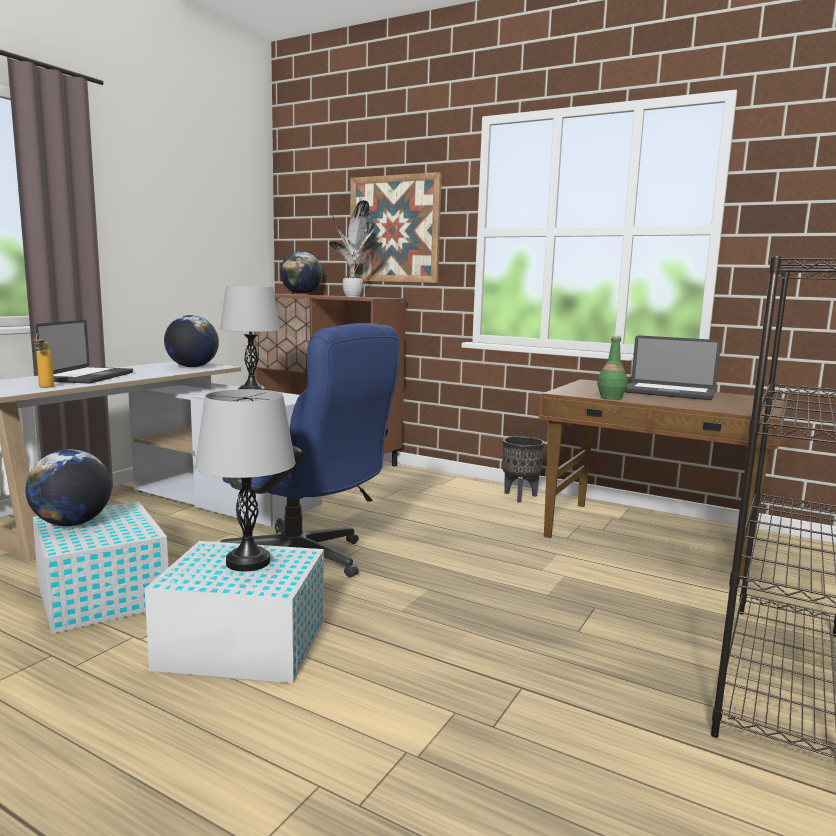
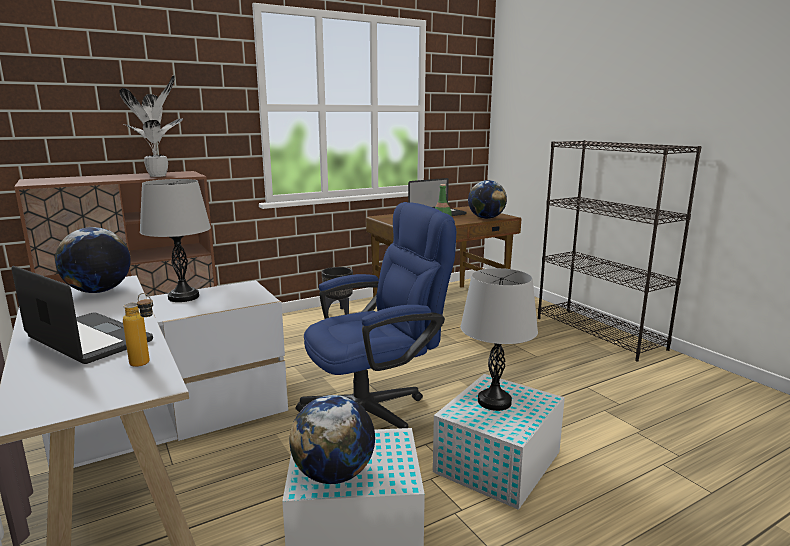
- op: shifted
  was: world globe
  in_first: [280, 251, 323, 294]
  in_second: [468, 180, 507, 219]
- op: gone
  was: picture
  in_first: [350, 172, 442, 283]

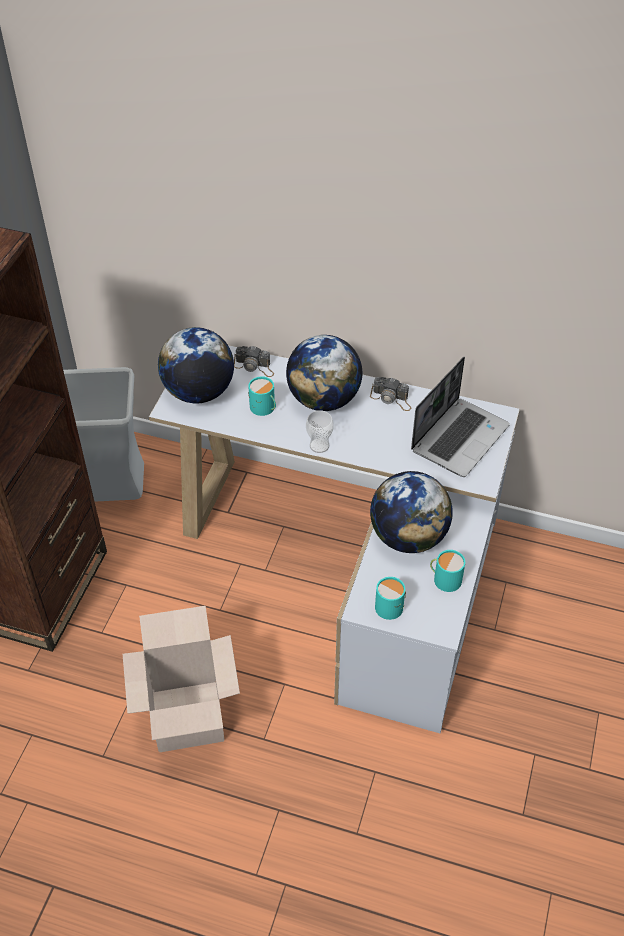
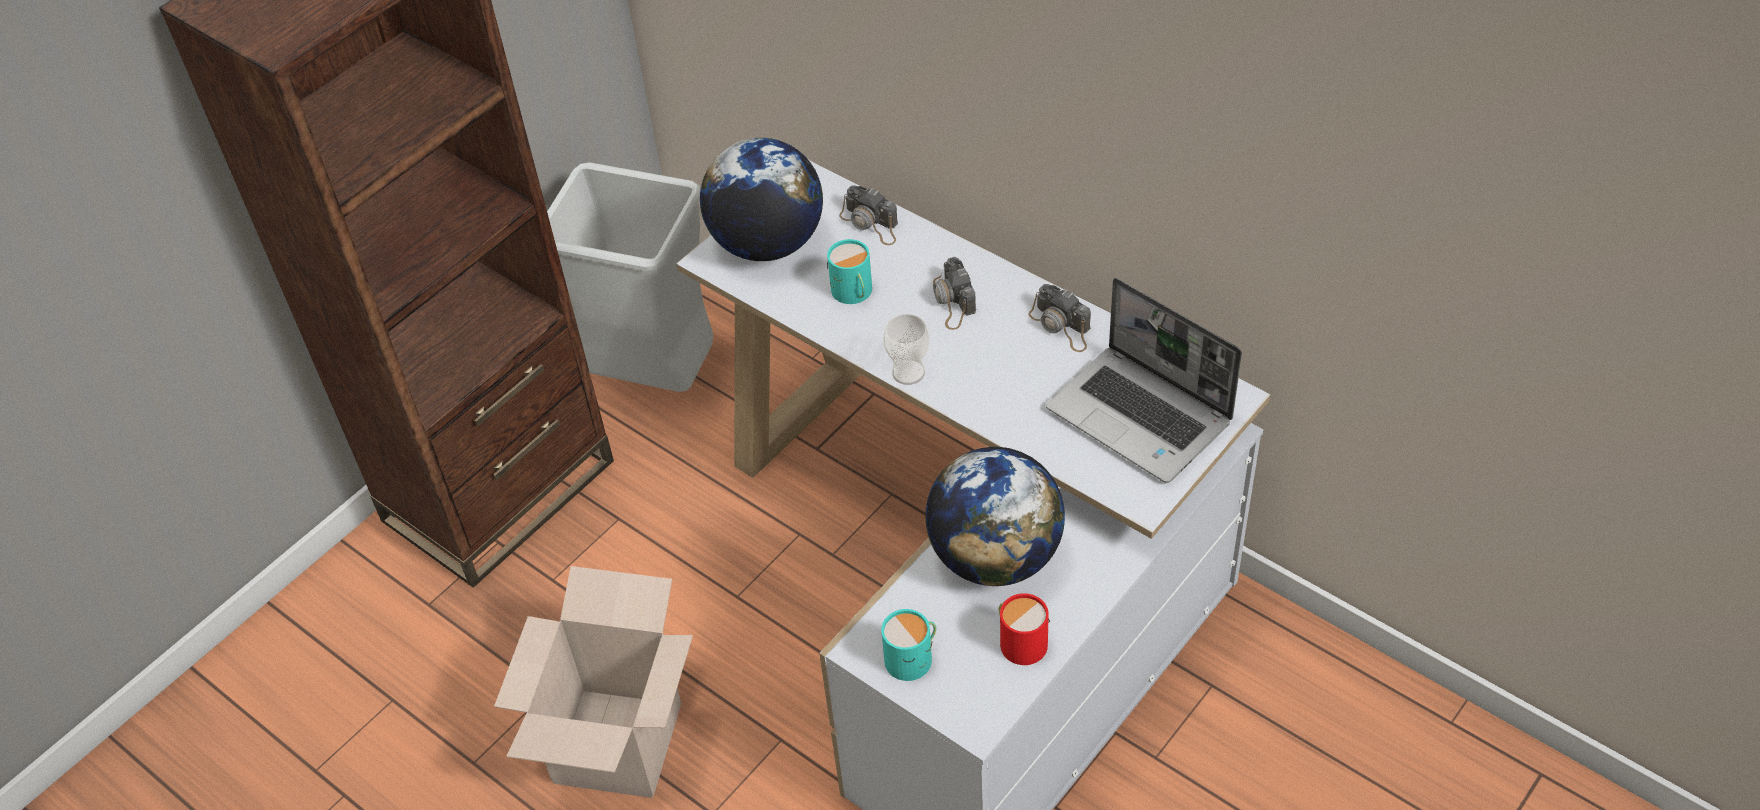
- op: swapped
  was: world globe
  now: photo camera
  in_first: [286, 335, 362, 411]
  in_second: [933, 257, 976, 330]
- op: repainted
  was: blue-green mug
  now: red mug
  in_first: [430, 550, 465, 592]
  in_second: [999, 593, 1050, 665]
- op: rotated
  was: portable computer
  in_first: [411, 357, 510, 477]
  in_second: [1046, 278, 1242, 483]
  clockwise: 75

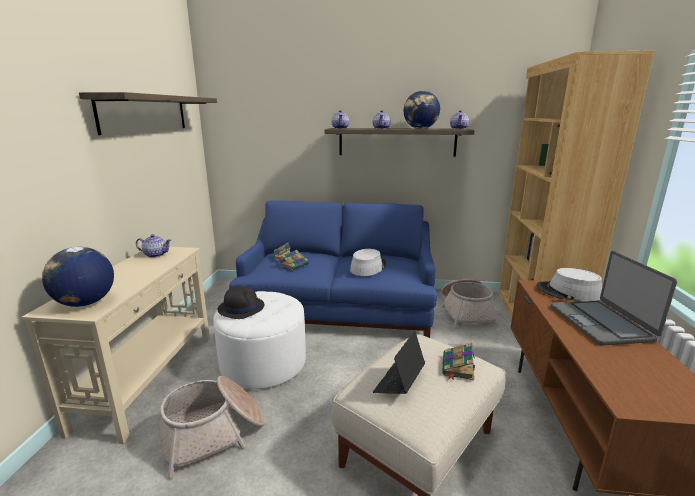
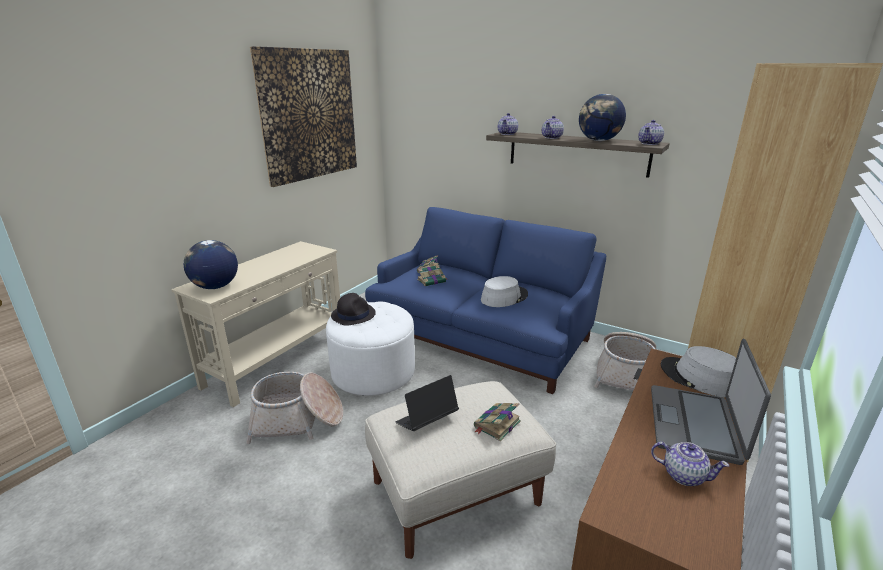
- op: swapped
  was: bracket shelf
  now: picture
  in_first: [79, 92, 217, 135]
  in_second: [250, 46, 357, 187]
- op: shifted
  was: teapot
  in_first: [136, 234, 171, 258]
  in_second: [651, 442, 729, 486]

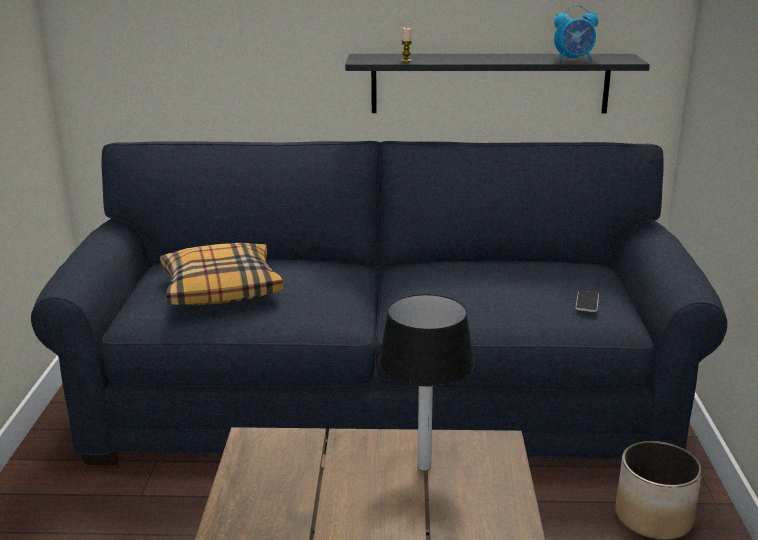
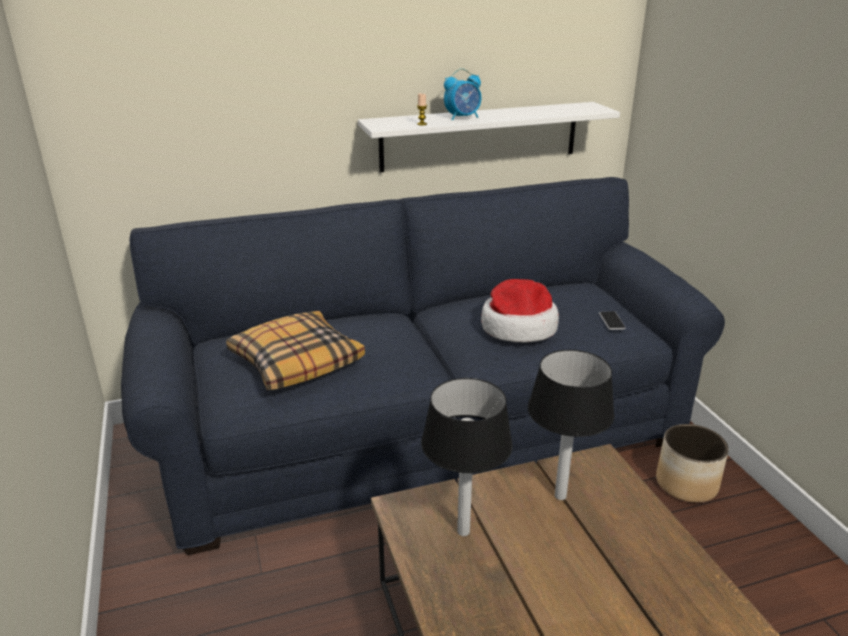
- op: repainted
  was: black bracket shelf
  now: whitish bracket shelf
  in_first: [345, 54, 650, 113]
  in_second: [358, 102, 620, 172]
- op: new
  now: table lamp
  in_second: [421, 378, 513, 536]
- op: shifted
  was: table clock
  in_first: [554, 5, 598, 61]
  in_second: [444, 69, 481, 121]
- op: new
  now: hat
  in_second: [481, 279, 559, 342]

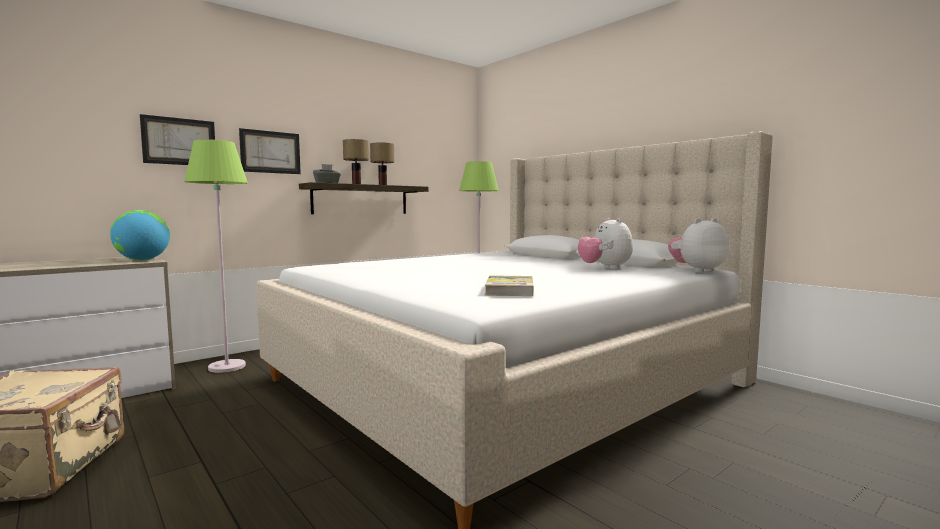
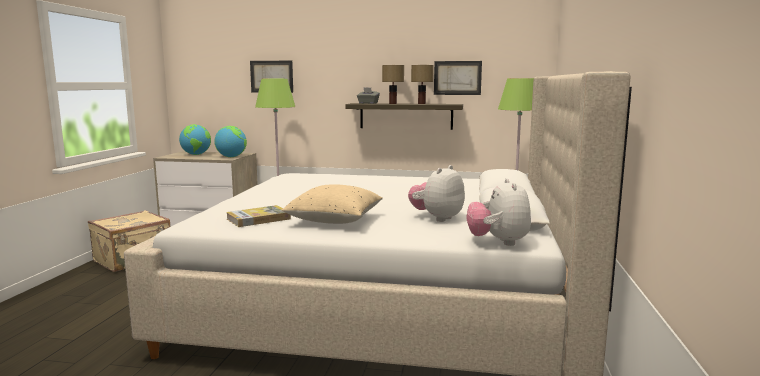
- op: new
  now: world globe
  in_second: [179, 124, 211, 155]
- op: new
  now: beige pillow
  in_second: [282, 184, 383, 224]
- op: shifted
  was: picture
  in_first: [239, 128, 301, 174]
  in_second: [434, 61, 482, 95]
- op: rotated
  was: plush toy
  in_first: [668, 218, 729, 273]
  in_second: [466, 178, 531, 246]
  clockwise: -120

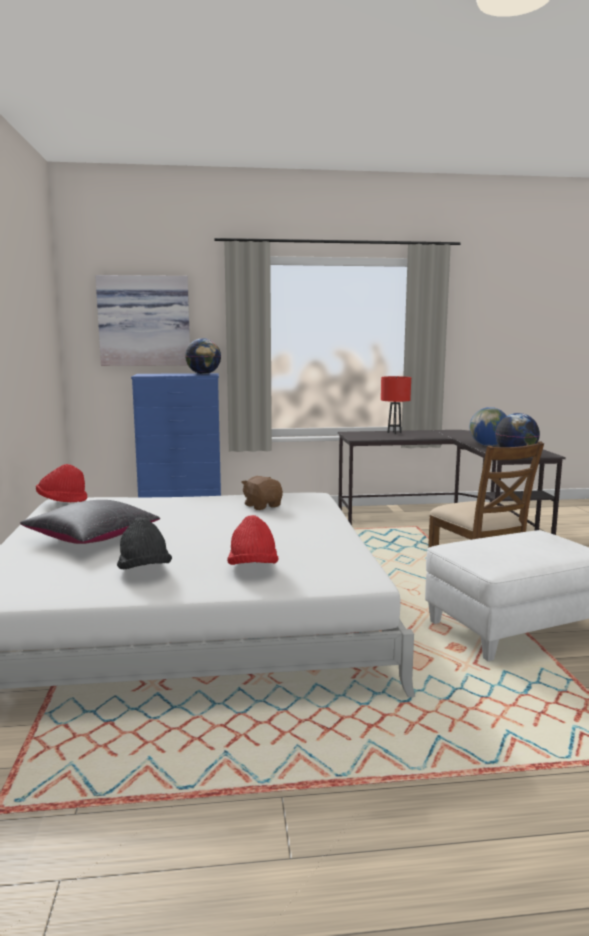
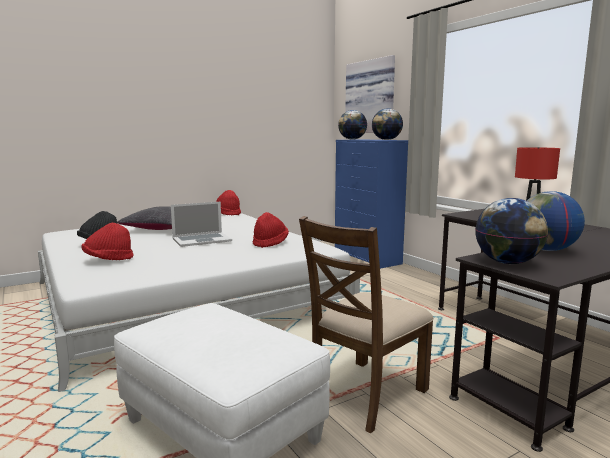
- op: new
  now: portable computer
  in_second: [171, 201, 232, 247]
- op: swapped
  was: brownish plush toy
  now: red hat
  in_first: [241, 476, 283, 510]
  in_second: [253, 212, 289, 248]
- op: new
  now: world globe
  in_second: [338, 110, 367, 140]

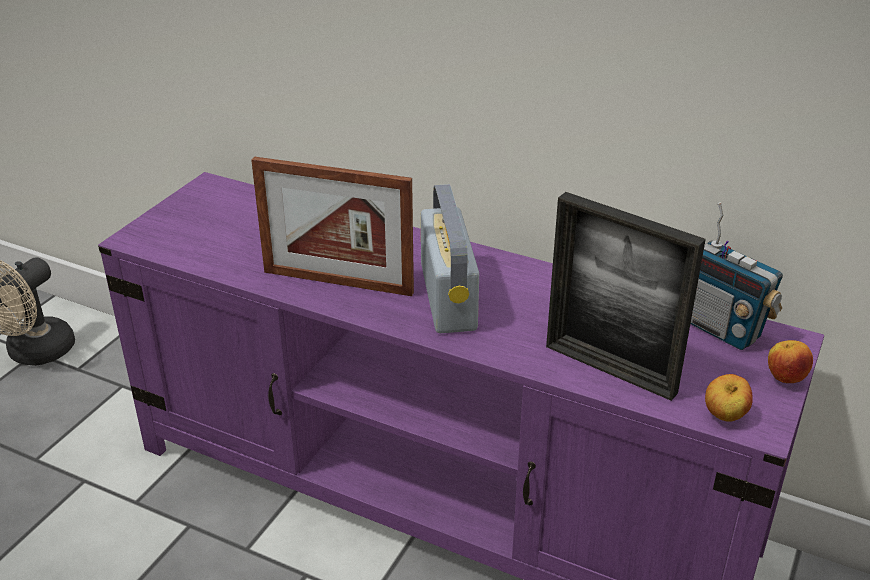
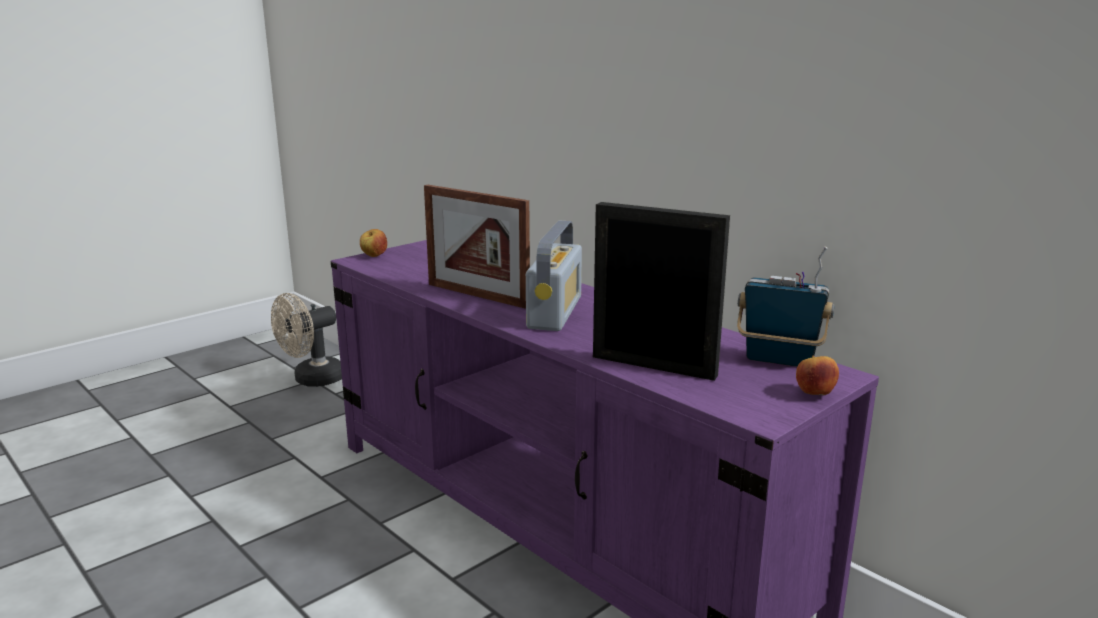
- op: shifted
  was: apple fruit
  in_first: [705, 374, 753, 422]
  in_second: [360, 229, 387, 257]
- op: rotated
  was: photo frame
  in_first: [546, 192, 706, 401]
  in_second: [593, 202, 730, 381]
  clockwise: 150
- op: rotated
  was: radio receiver
  in_first: [691, 202, 783, 350]
  in_second: [737, 246, 835, 367]
  clockwise: 135

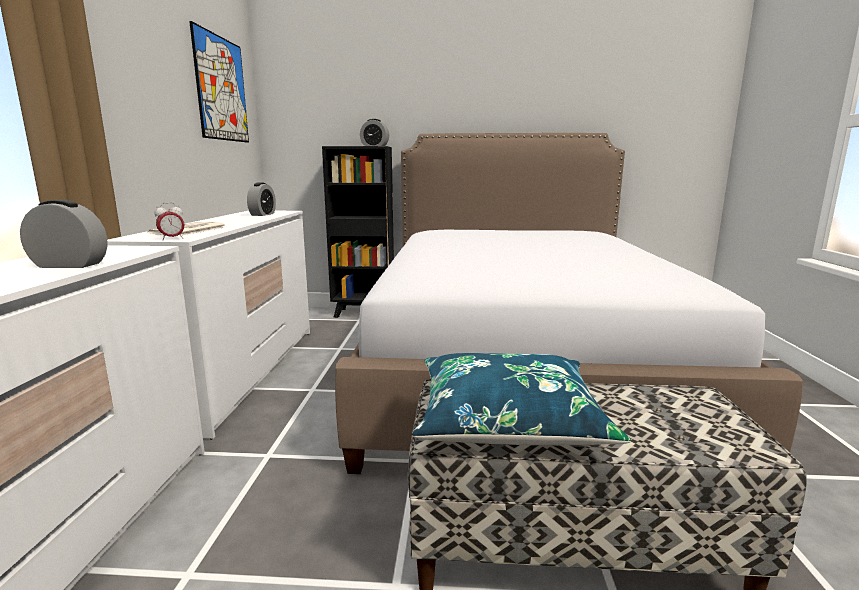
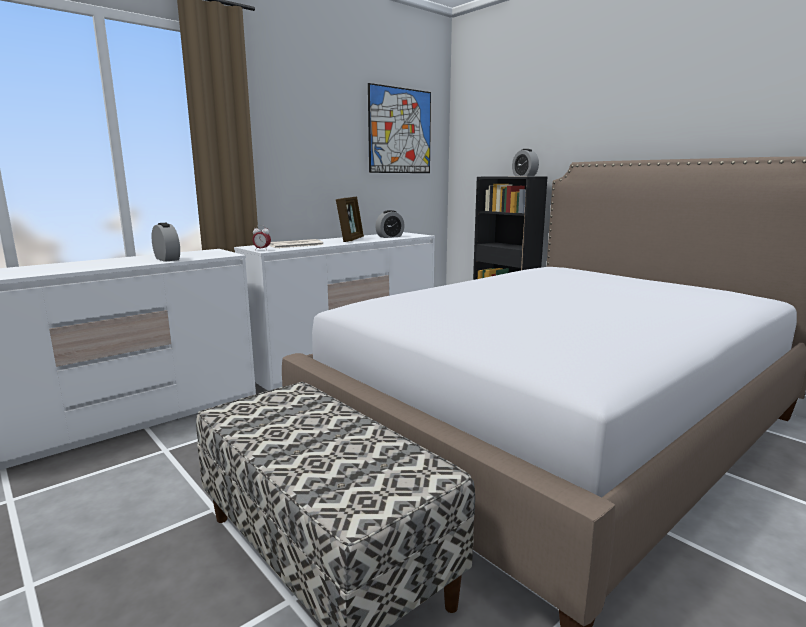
- op: new
  now: photo frame
  in_second: [336, 196, 364, 242]
- op: gone
  was: blue-coloured pillow
  in_first: [412, 353, 631, 445]

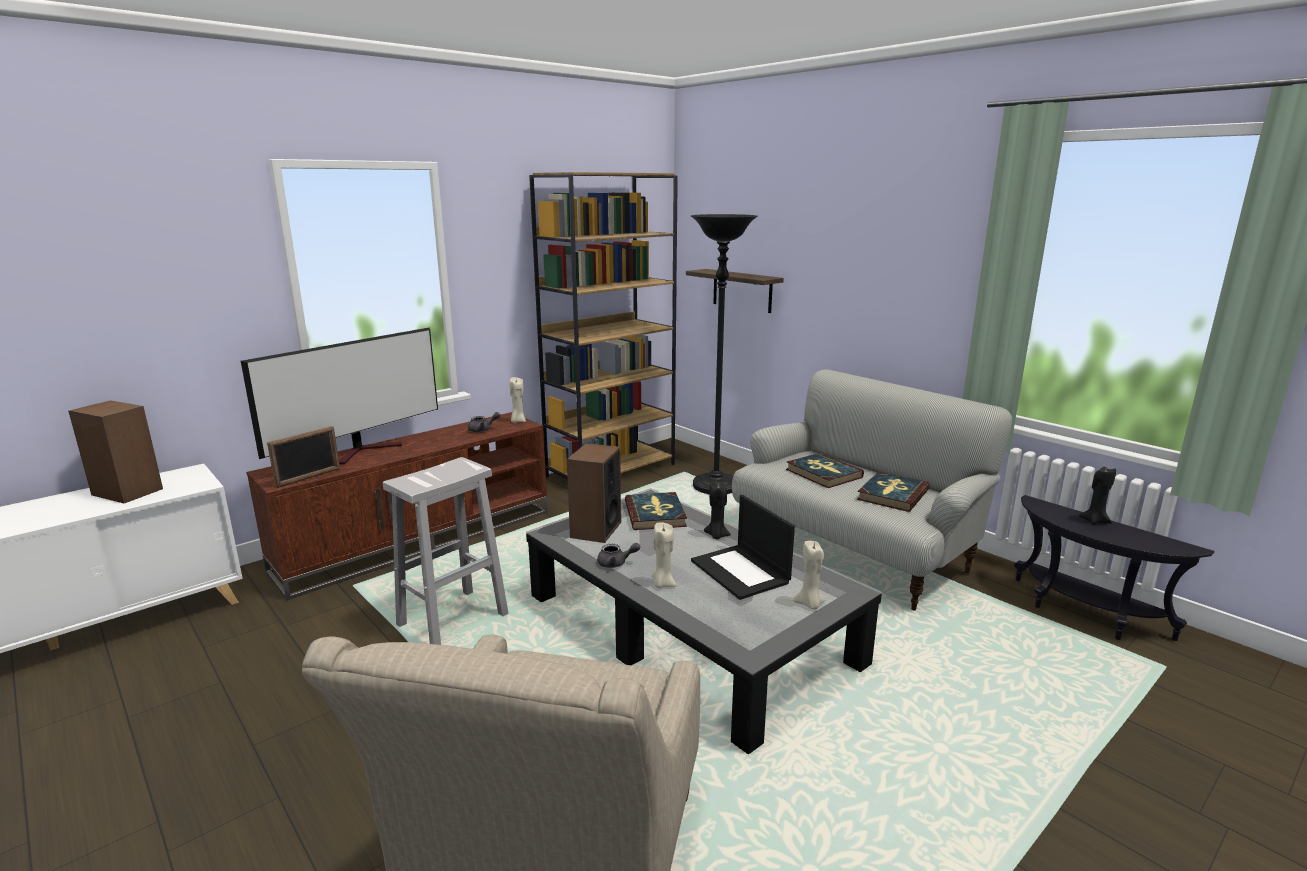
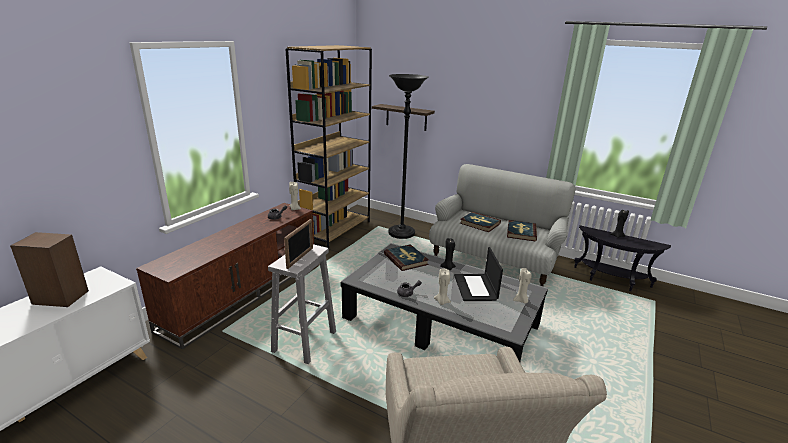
- op: shifted
  was: photo frame
  in_first: [267, 426, 340, 488]
  in_second: [284, 219, 313, 269]
- op: rotated
  was: portable computer
  in_first: [691, 495, 795, 600]
  in_second: [454, 247, 503, 301]
  clockwise: 45
- op: gone
  was: TV
  in_first: [241, 327, 438, 464]
- op: gone
  was: audio speaker
  in_first: [567, 443, 621, 543]

